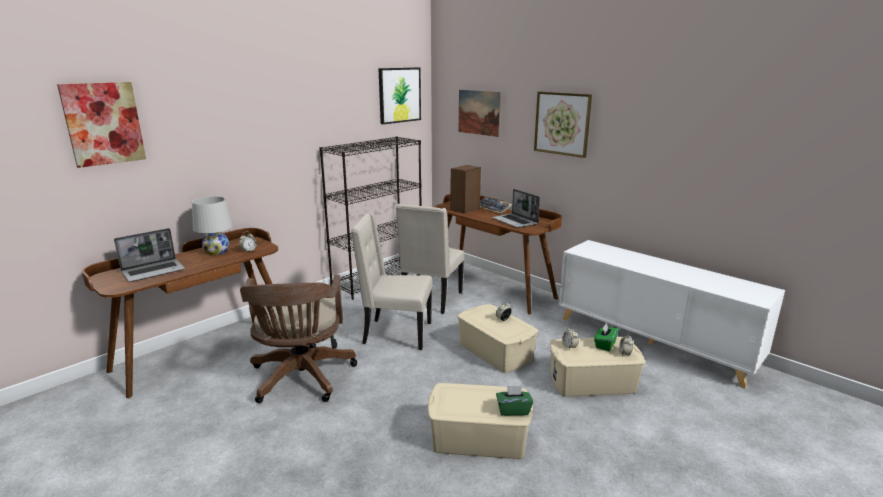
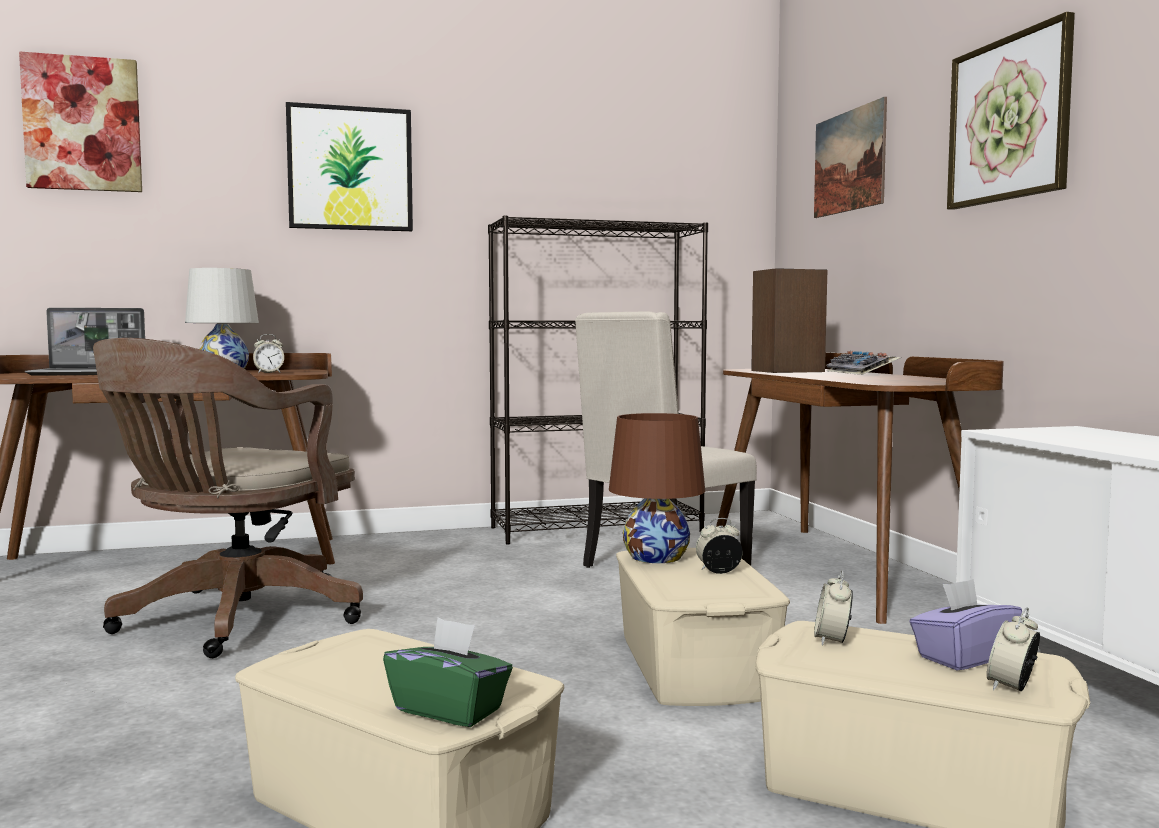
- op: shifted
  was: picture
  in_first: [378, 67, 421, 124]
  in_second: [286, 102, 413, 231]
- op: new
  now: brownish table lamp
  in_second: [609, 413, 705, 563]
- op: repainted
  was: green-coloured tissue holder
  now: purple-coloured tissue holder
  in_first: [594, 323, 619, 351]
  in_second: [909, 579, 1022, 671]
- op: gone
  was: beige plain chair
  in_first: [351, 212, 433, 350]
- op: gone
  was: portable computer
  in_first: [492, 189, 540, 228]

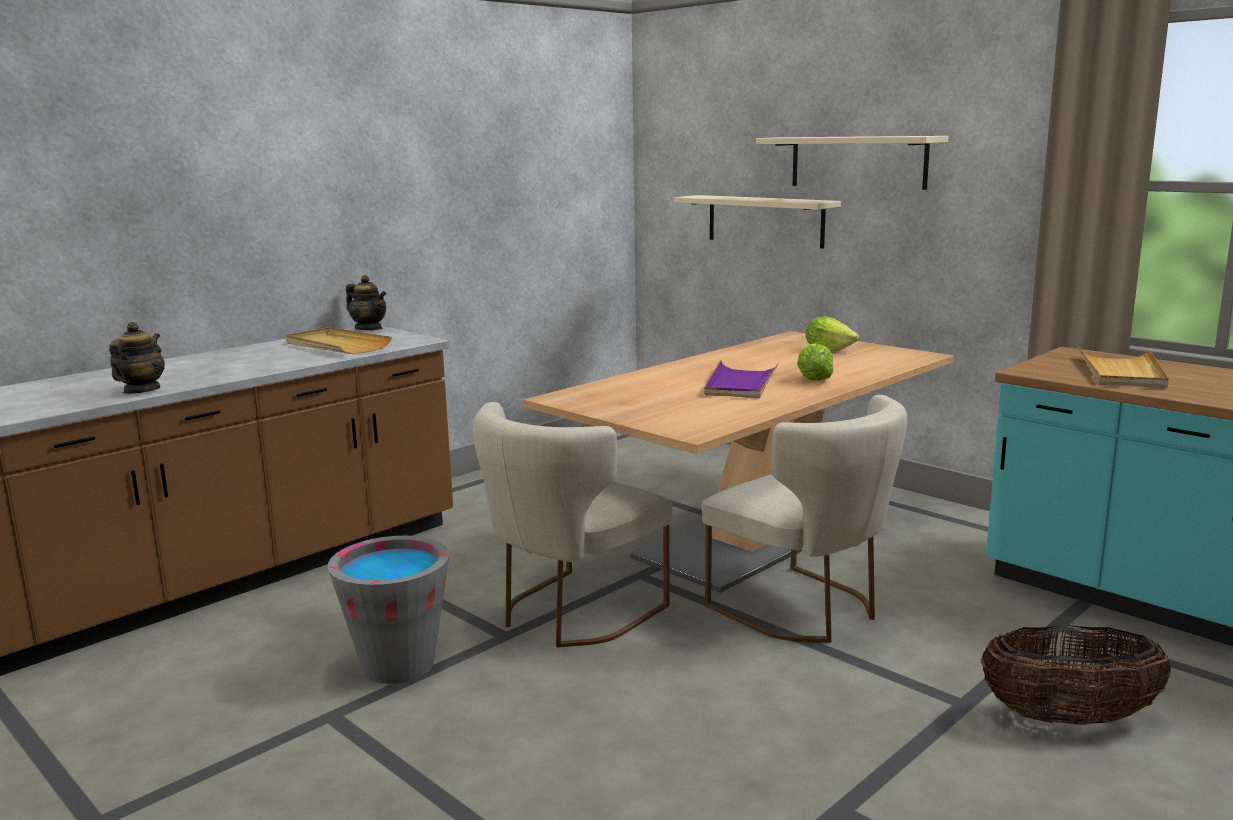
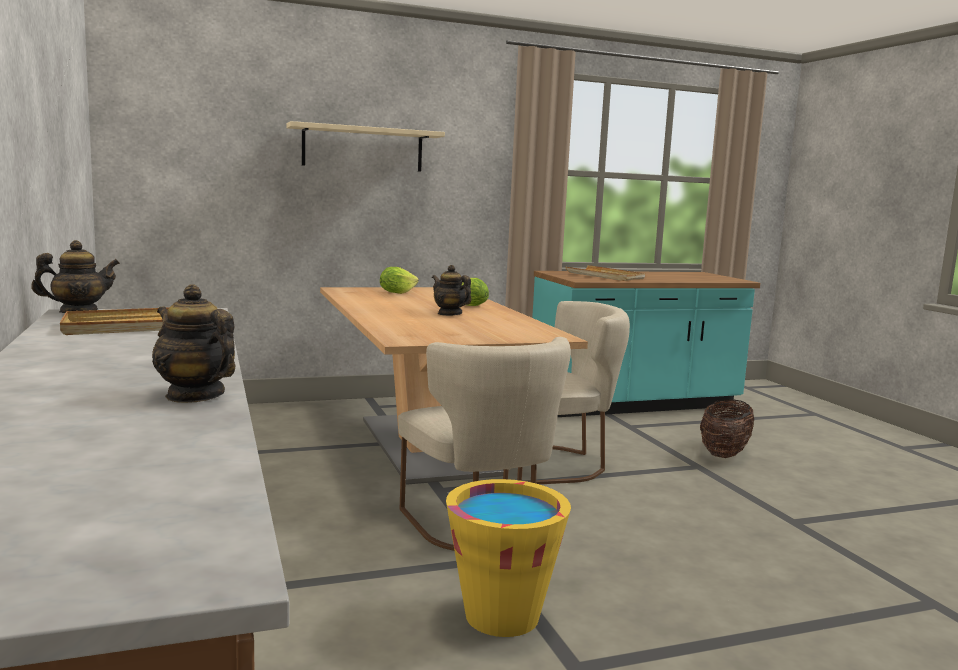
- op: swapped
  was: purple-coloured tray
  now: teapot
  in_first: [704, 360, 779, 398]
  in_second: [432, 265, 471, 316]
- op: repainted
  was: greyish bucket
  now: yellowish bucket
  in_first: [328, 536, 449, 684]
  in_second: [446, 479, 571, 637]
- op: gone
  was: beige bracket shelf
  in_first: [674, 195, 841, 249]

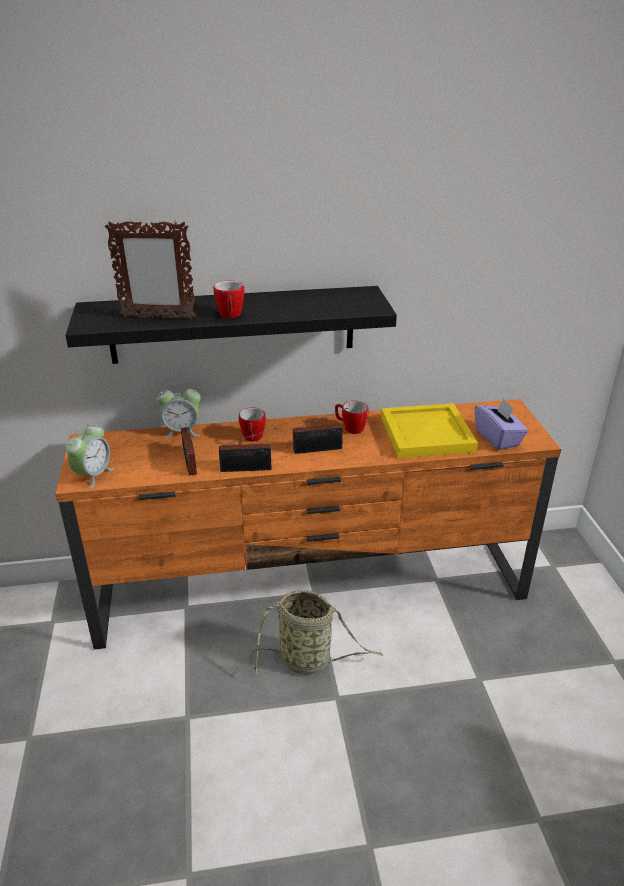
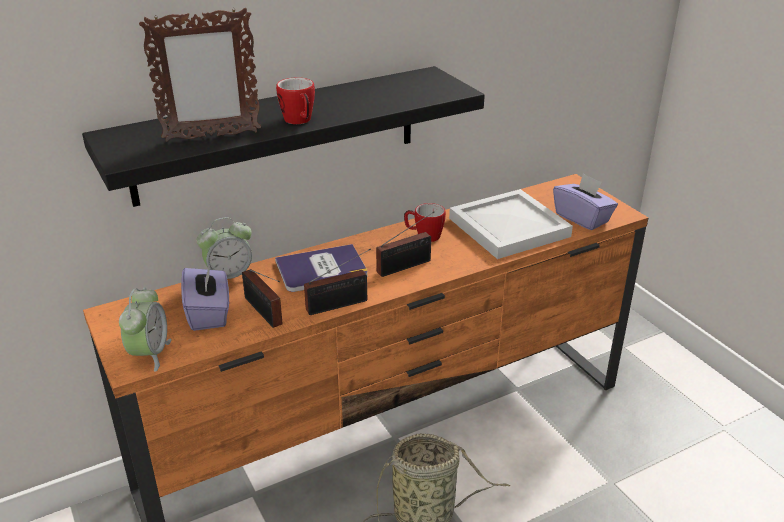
- op: new
  now: purple-coloured tissue holder
  in_second: [181, 261, 229, 331]
- op: swapped
  was: mug
  now: bound book
  in_first: [239, 408, 266, 442]
  in_second: [275, 244, 367, 292]
- op: repainted
  was: yellowish tray
  now: whitish tray
  in_first: [381, 403, 478, 458]
  in_second: [449, 189, 573, 259]

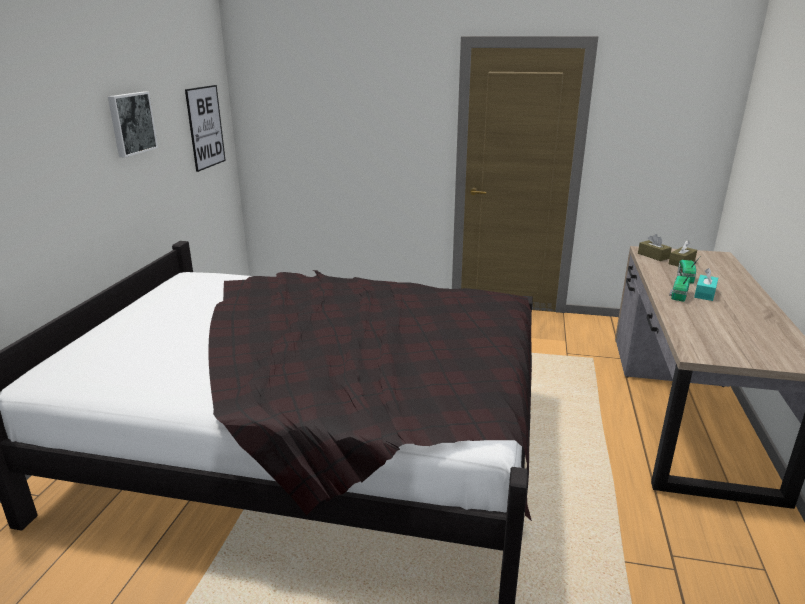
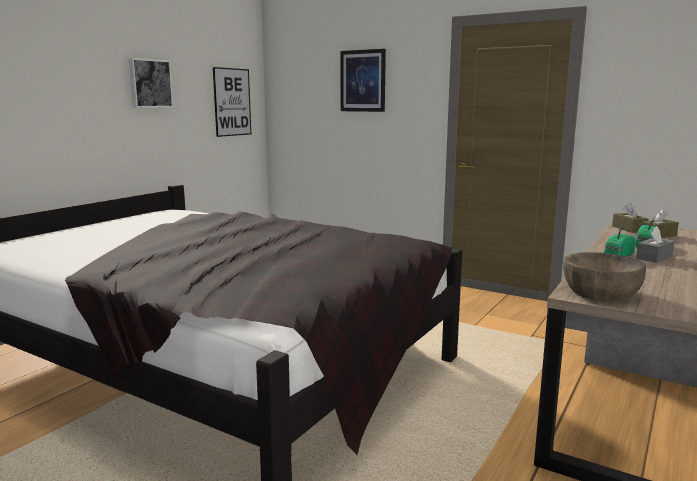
- op: new
  now: picture
  in_second: [340, 49, 386, 112]
- op: new
  now: brownish bowl
  in_second: [563, 252, 646, 302]
- op: repainted
  was: blue-green tissue holder
  now: greyish tissue holder
  in_first: [694, 268, 718, 301]
  in_second: [636, 226, 675, 263]

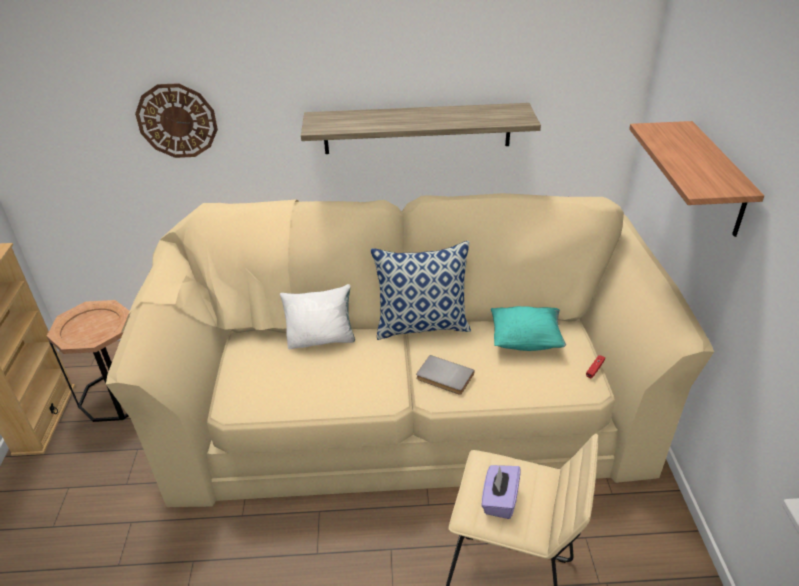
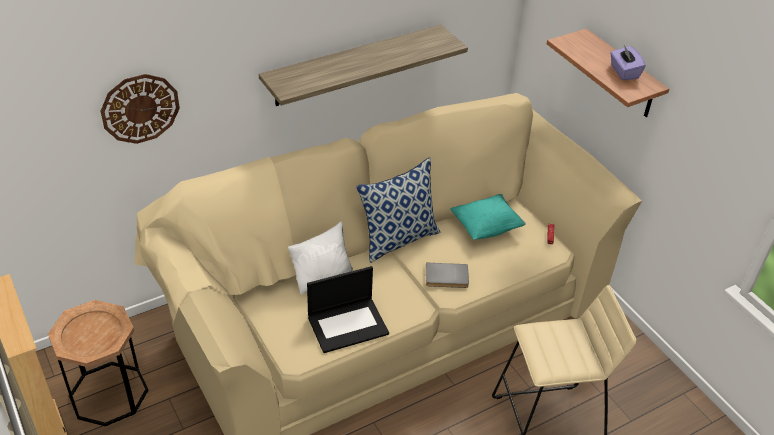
- op: new
  now: portable computer
  in_second: [307, 266, 389, 353]
- op: shifted
  was: purple-coloured tissue holder
  in_first: [482, 465, 520, 519]
  in_second: [610, 45, 645, 80]

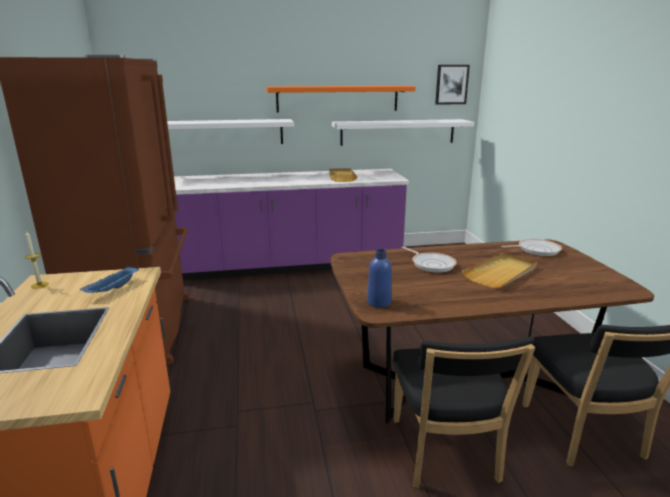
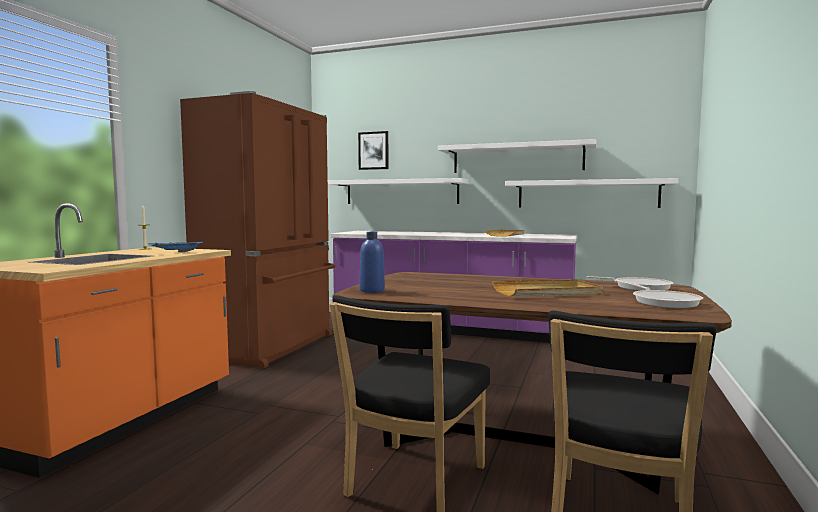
- op: shifted
  was: picture
  in_first: [435, 65, 470, 105]
  in_second: [358, 131, 388, 170]
- op: repainted
  was: orange-coloured bracket shelf
  now: whitish bracket shelf
  in_first: [266, 86, 416, 112]
  in_second: [438, 139, 596, 173]
- op: shifted
  was: skillet
  in_first: [401, 247, 457, 273]
  in_second: [629, 283, 703, 308]

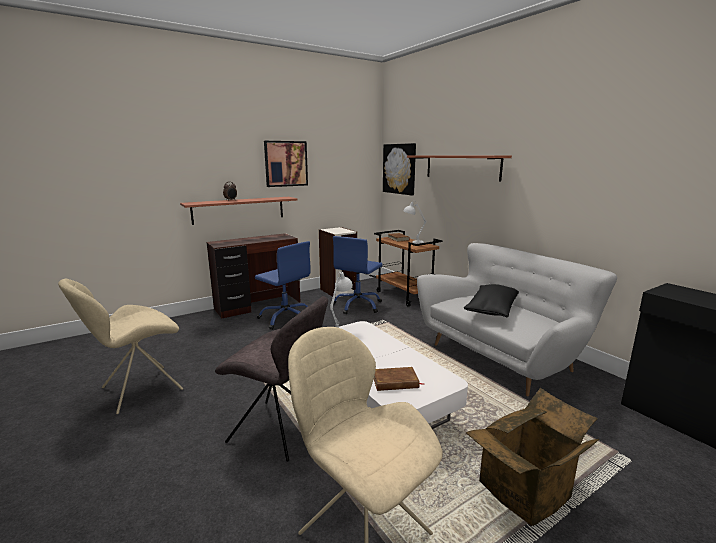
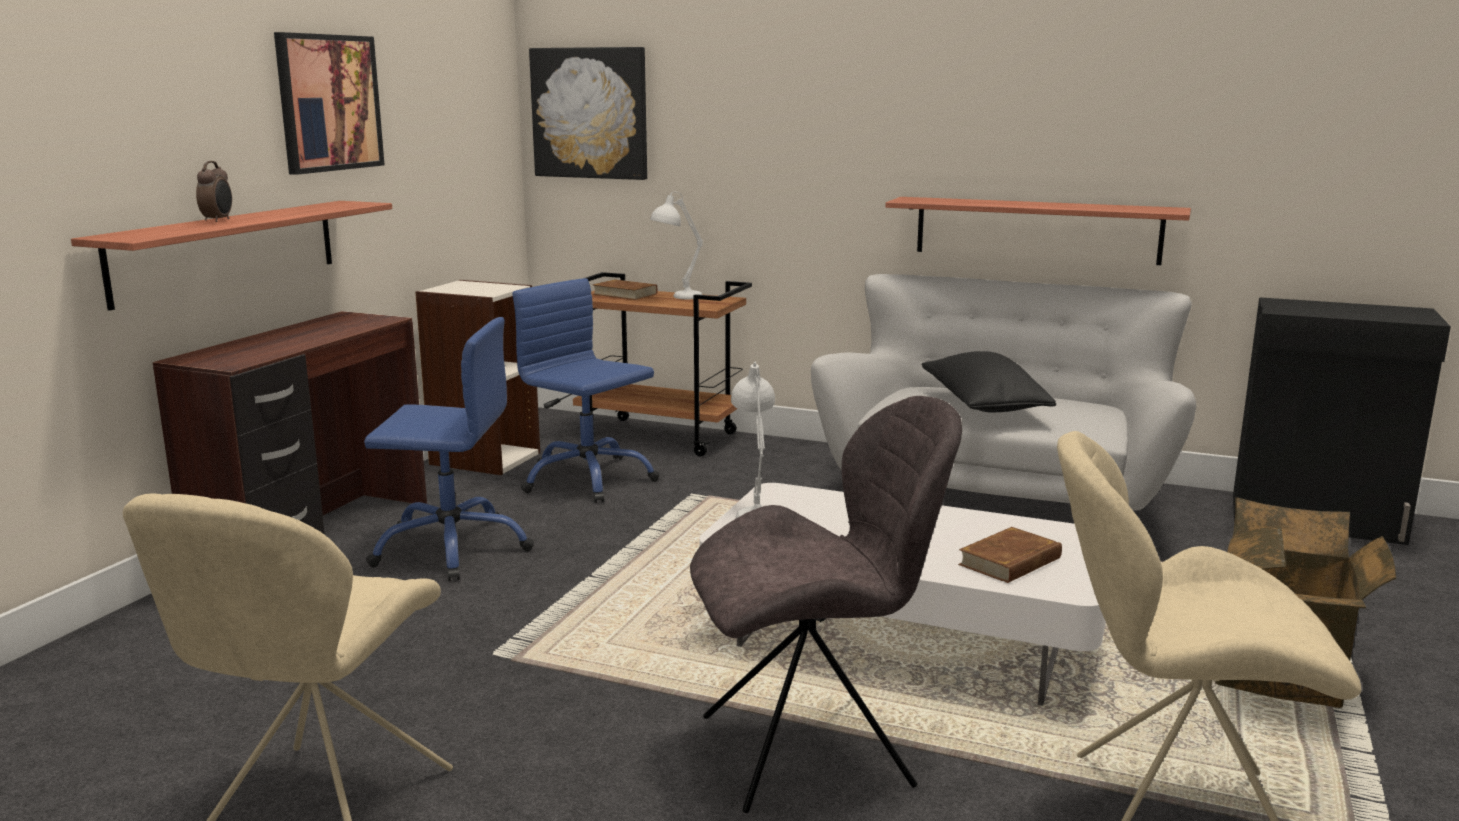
- op: rotated
  was: blue-coloured computer chair
  in_first: [333, 236, 383, 314]
  in_second: [512, 278, 660, 503]
  clockwise: 135
- op: shifted
  was: bracket shelf
  in_first: [407, 155, 512, 182]
  in_second: [885, 197, 1191, 265]

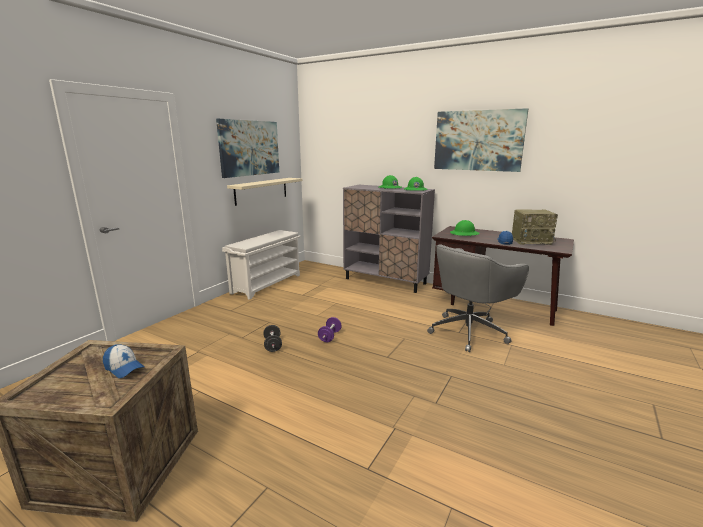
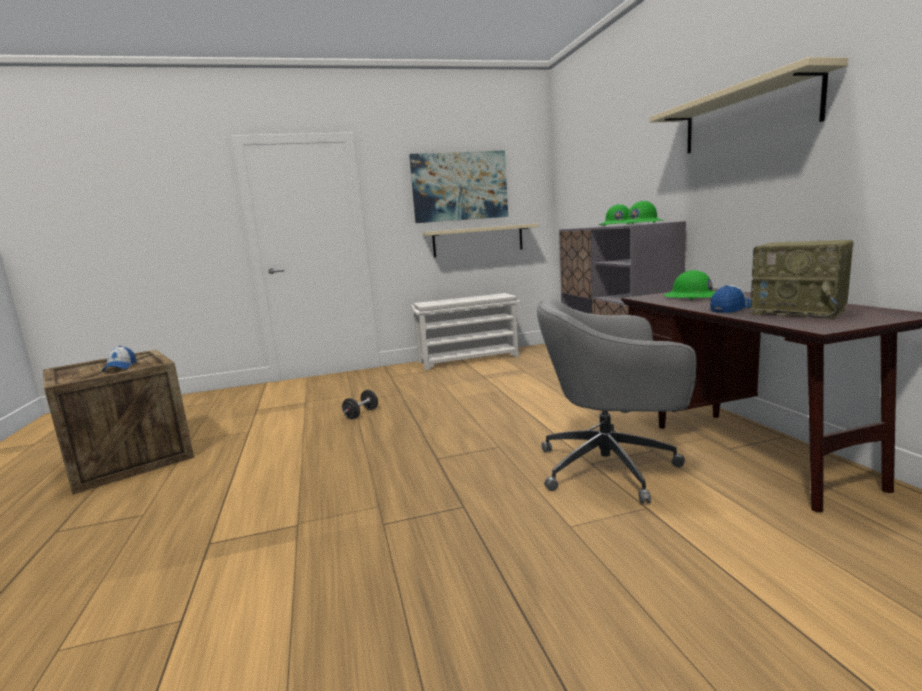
- op: swapped
  was: picture
  now: beige bracket shelf
  in_first: [434, 108, 528, 172]
  in_second: [650, 57, 848, 154]
- op: gone
  was: purple-coloured hand weight
  in_first: [318, 317, 342, 342]

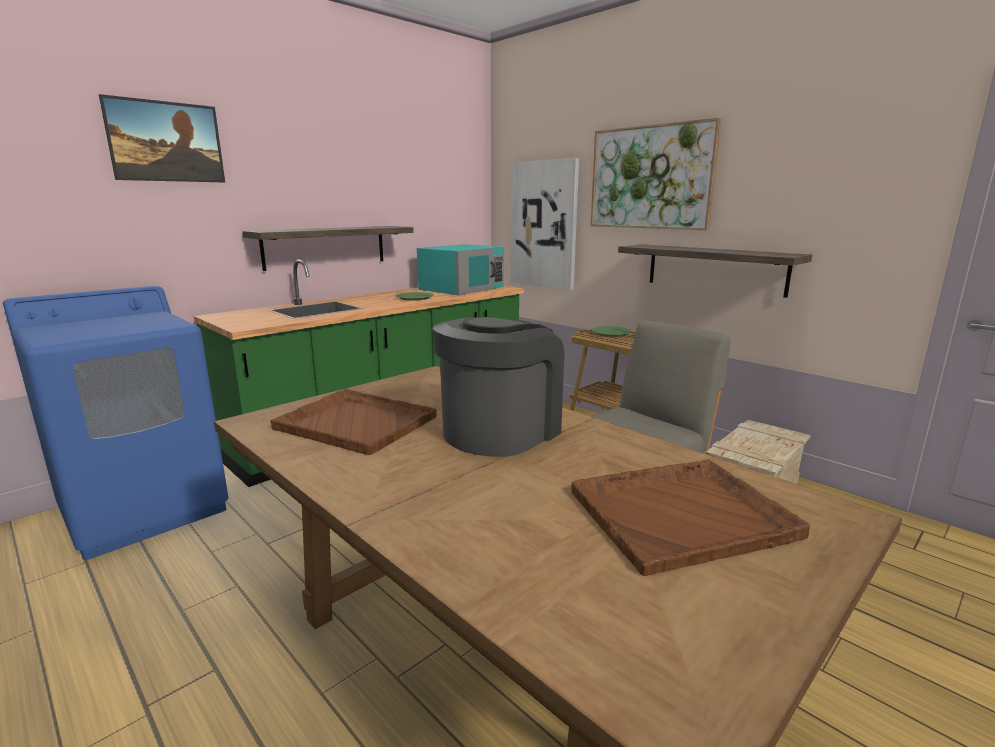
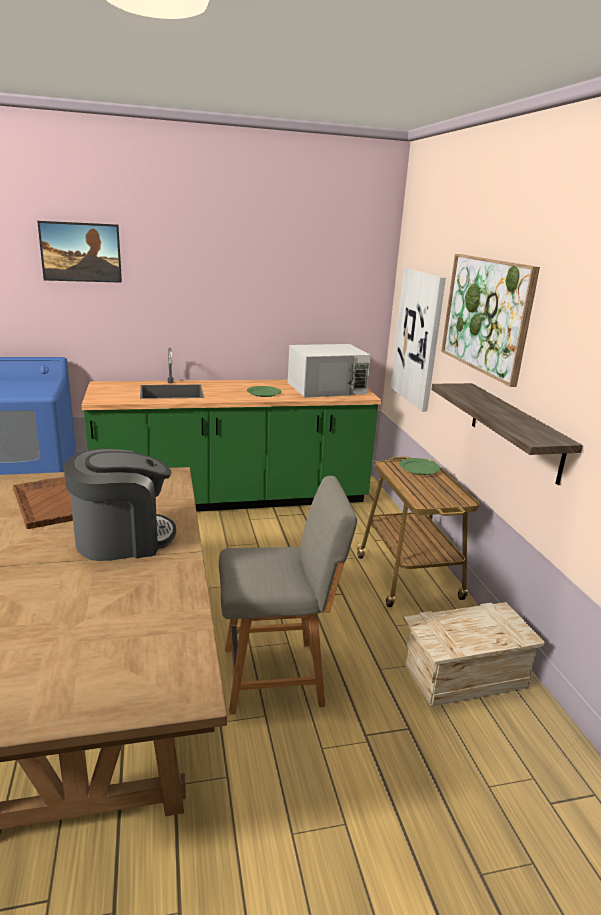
- op: repainted
  was: blue-green microwave
  now: whitish microwave
  in_first: [417, 244, 504, 296]
  in_second: [288, 344, 371, 398]
- op: gone
  was: bracket shelf
  in_first: [242, 226, 414, 271]
- op: gone
  was: brownish tray
  in_first: [571, 459, 810, 576]

